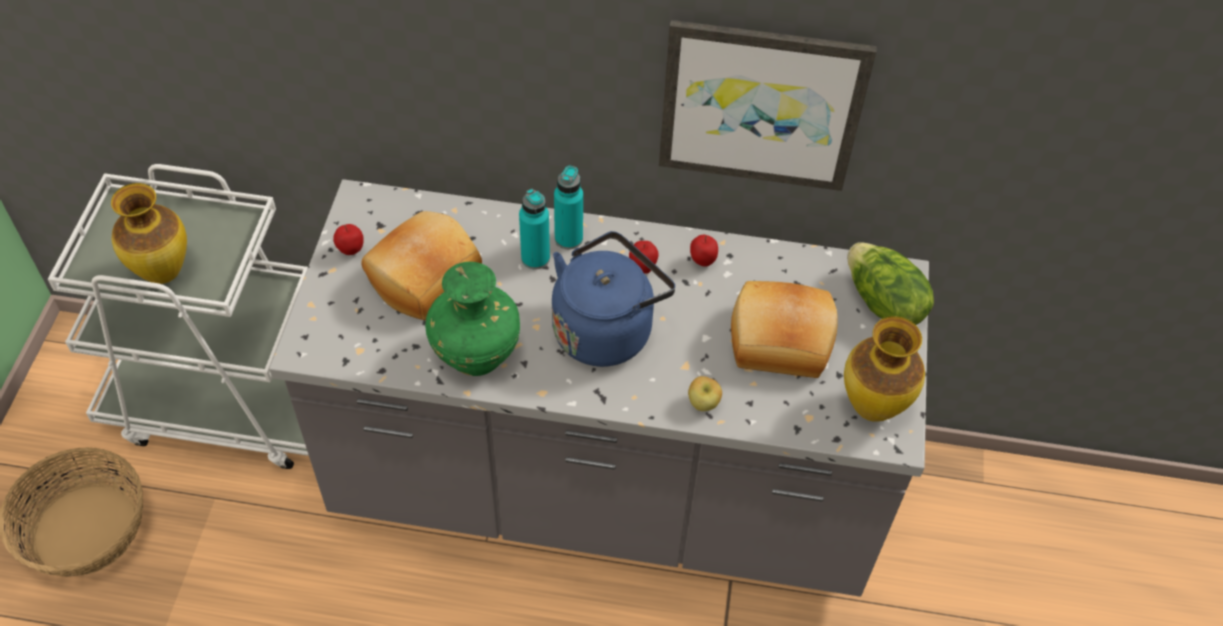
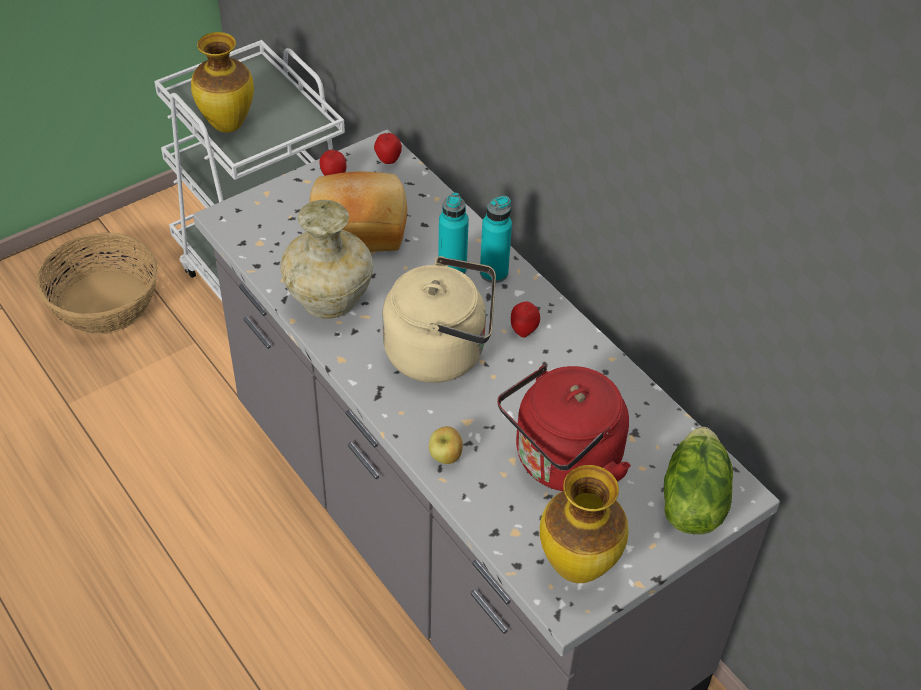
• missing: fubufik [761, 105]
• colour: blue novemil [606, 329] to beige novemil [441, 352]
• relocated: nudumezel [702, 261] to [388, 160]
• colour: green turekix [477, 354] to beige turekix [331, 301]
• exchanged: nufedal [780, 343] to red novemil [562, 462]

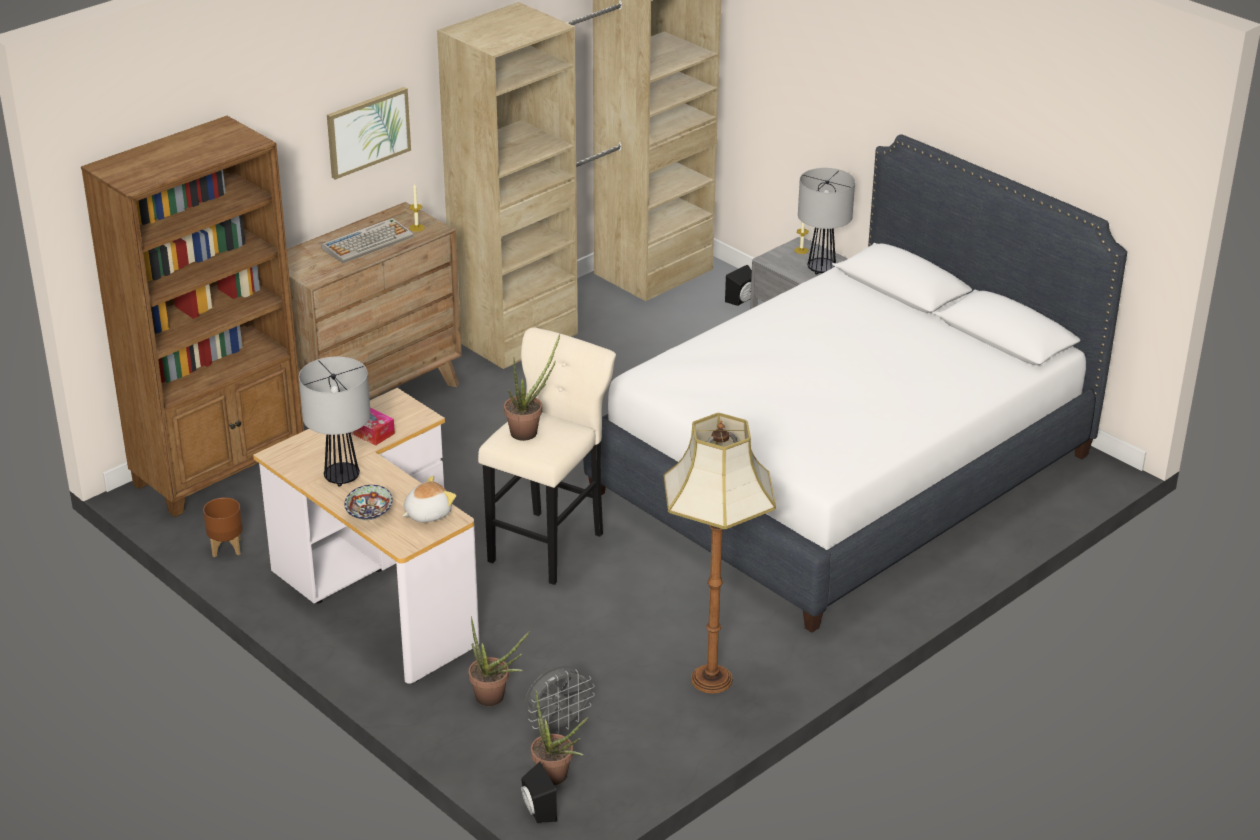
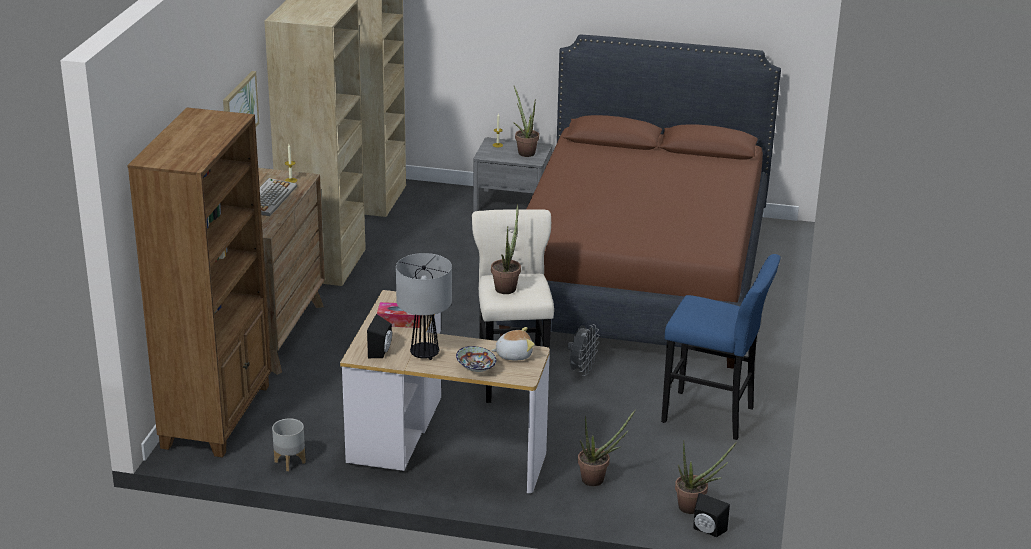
• colour: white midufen [845, 474] to brown midufen [639, 276]
• exchanged: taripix [822, 269] to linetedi [524, 152]
• relocated: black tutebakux [742, 300] to [381, 351]
• exchanged: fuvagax [713, 680] to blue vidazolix [712, 416]
• spun: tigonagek [427, 513] = [513, 354] 60 degrees clockwise
• colour: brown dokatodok [226, 547] to grey dokatodok [289, 462]
• relocated: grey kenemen [558, 725] to [581, 370]

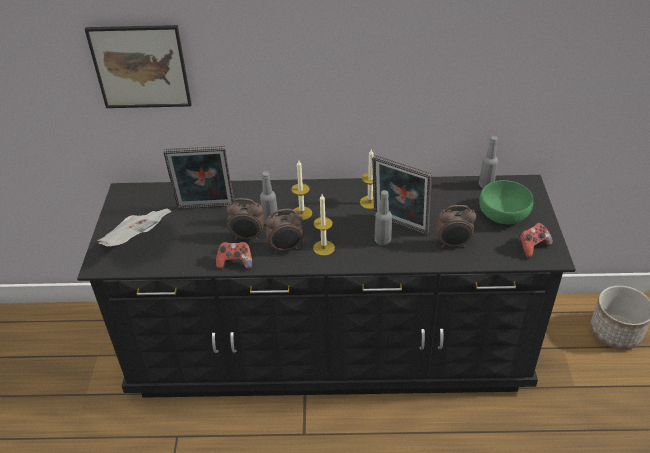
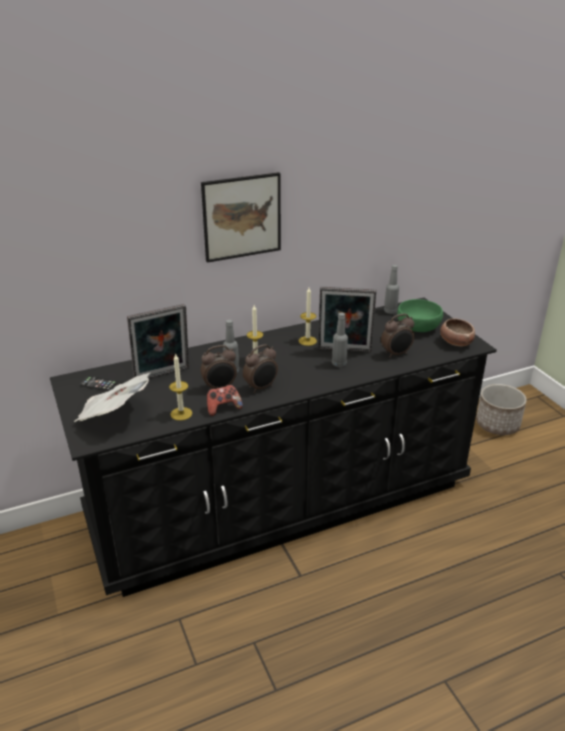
• relocated: fubufik [140, 67] to [242, 217]
• relocated: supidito [323, 248] to [181, 414]
• exchanged: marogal [532, 247] to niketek [455, 342]
• appeared: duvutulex [99, 384]

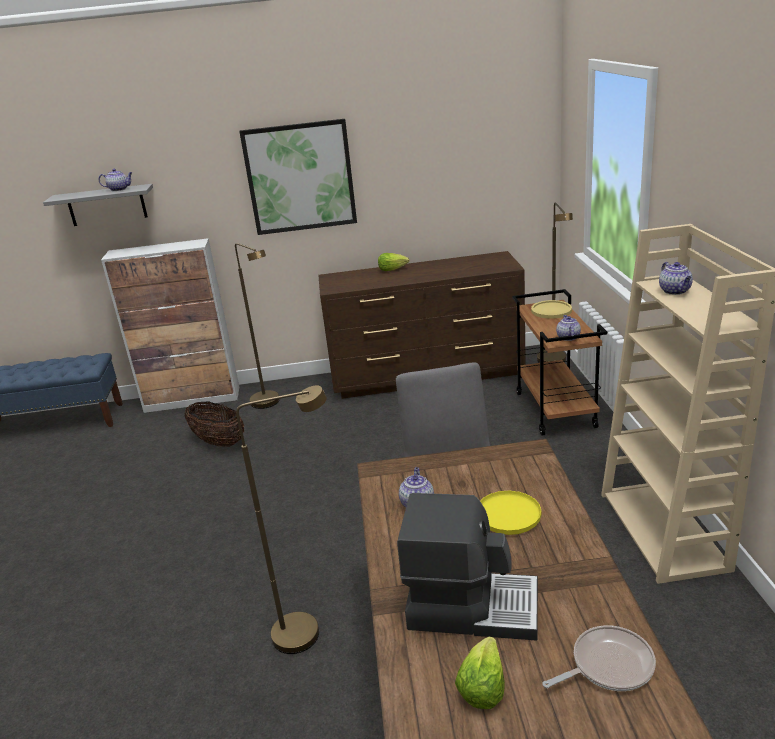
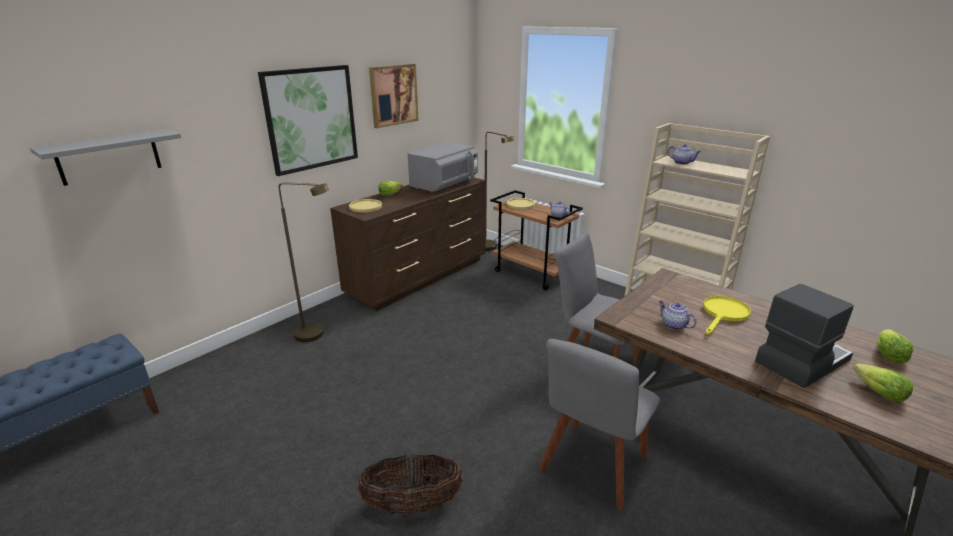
• missing: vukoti [119, 189]
• missing: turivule [193, 399]
• exchanged: brown fuvagax [309, 630] to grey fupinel [592, 466]
• relocated: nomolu [218, 442] to [412, 504]
• exchanged: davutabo [608, 665] to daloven [887, 354]
• appeared: fubufik [393, 95]
• appeared: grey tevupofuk [444, 185]
• appeared: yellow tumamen [365, 206]

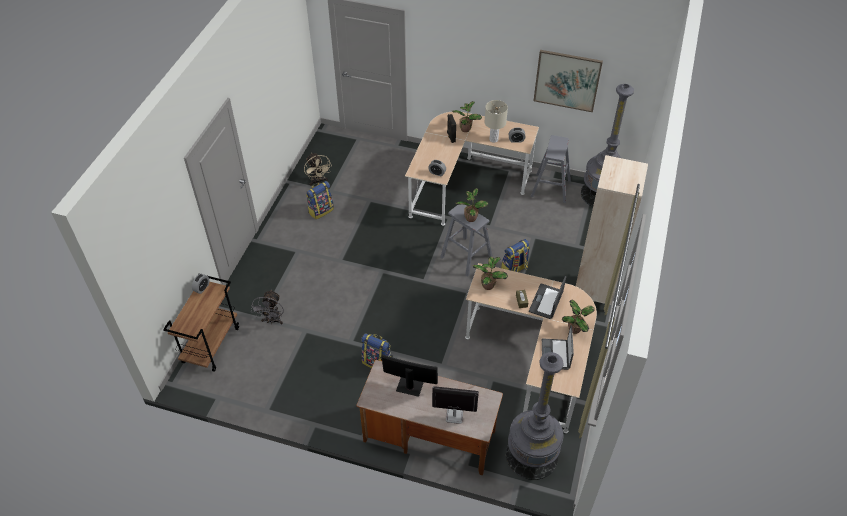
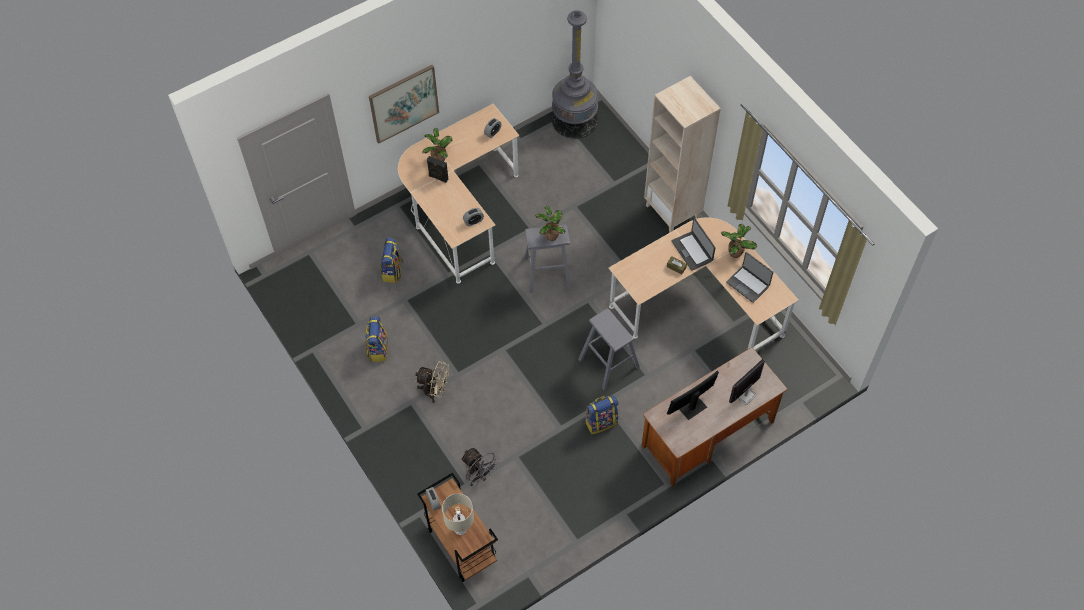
• relocated: fubufik [567, 80] to [404, 103]
• relocated: beige taripix [493, 139] to [460, 529]
• relocated: grey vidazolix [550, 188] to [608, 363]
• relocated: beige kenemen [318, 181] to [435, 391]
• relocated: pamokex [514, 269] to [392, 271]
• missing: linetedi [488, 285]
• missing: grey fuvagax [531, 455]

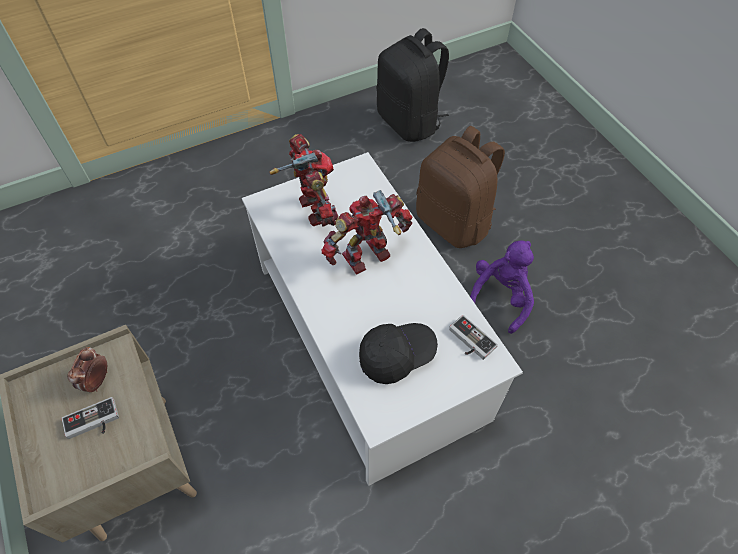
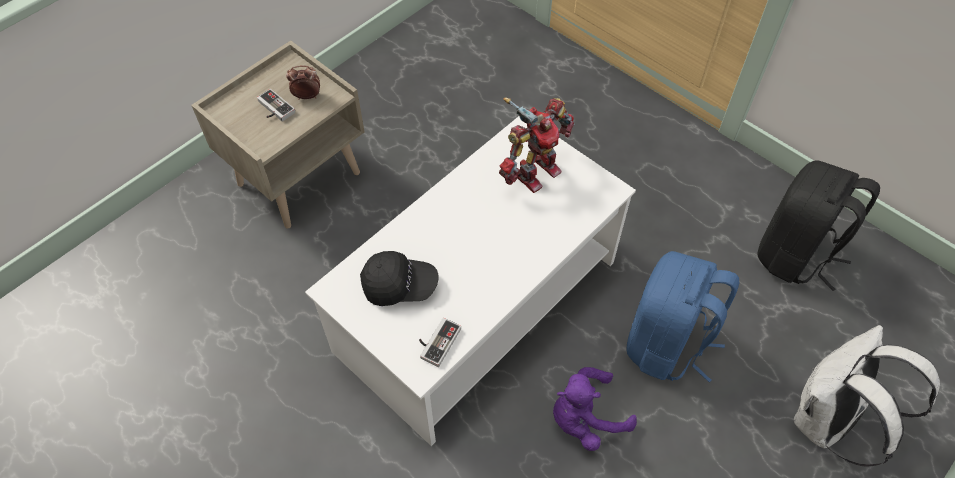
• colour: brown pamokex [454, 222] to blue pamokex [667, 344]
• missing: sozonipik [368, 258]
• spun: purple tigonagek [500, 297] = [585, 418] 150 degrees clockwise
• spun: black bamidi [396, 355] = [399, 285] 45 degrees counterclockwise
• appeared: white pamokex [827, 422]

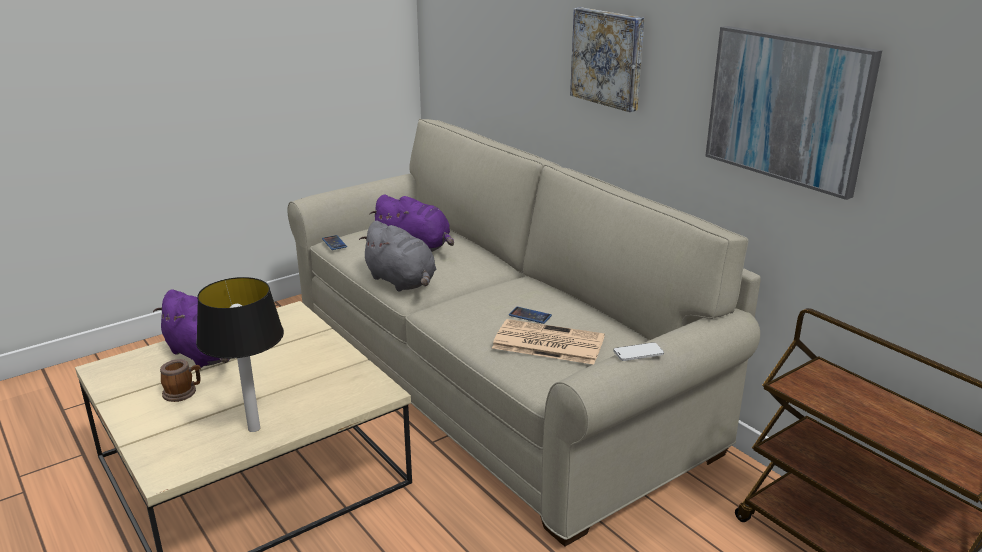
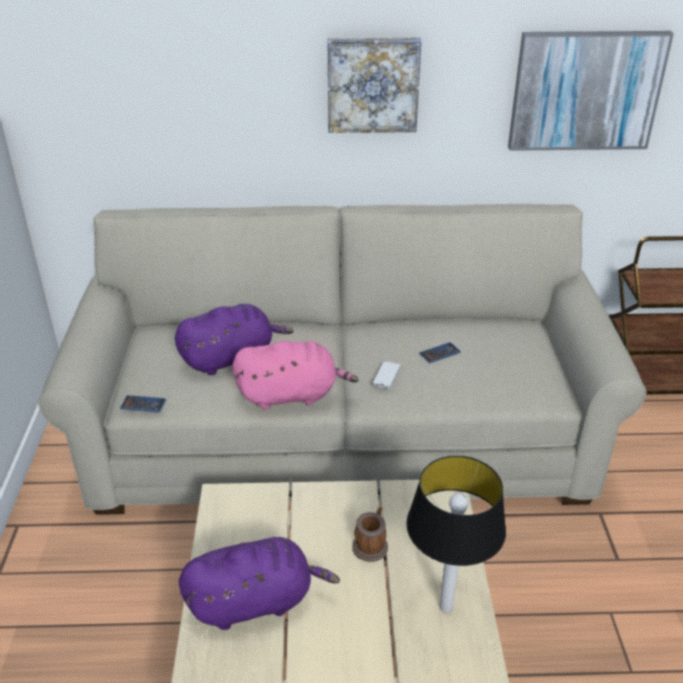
• colour: grey tigonagek [402, 282] to pink tigonagek [291, 395]
• missing: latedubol [546, 343]
• relocated: duvutulex [638, 353] to [386, 376]
• relocated: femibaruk [183, 392] to [371, 544]

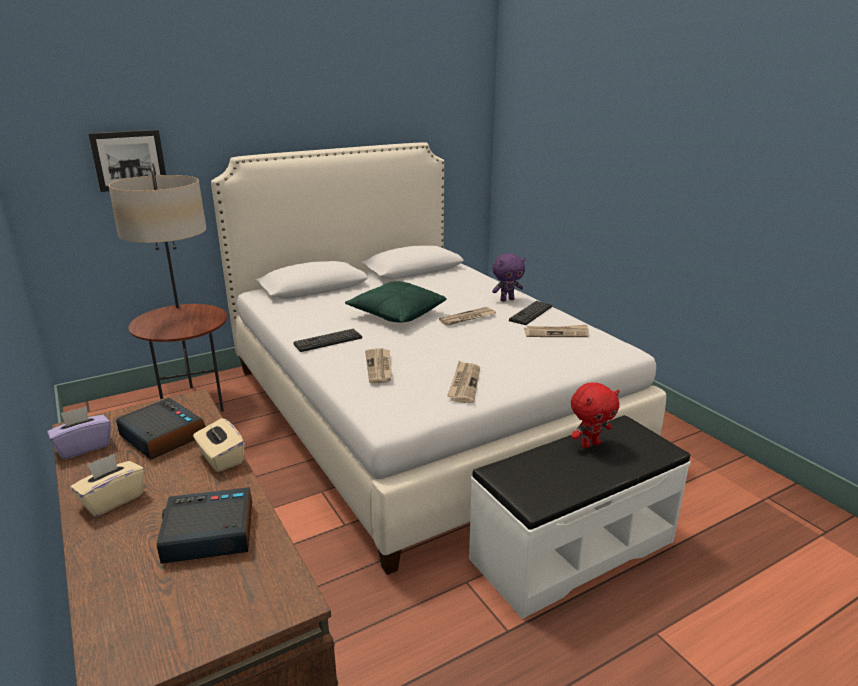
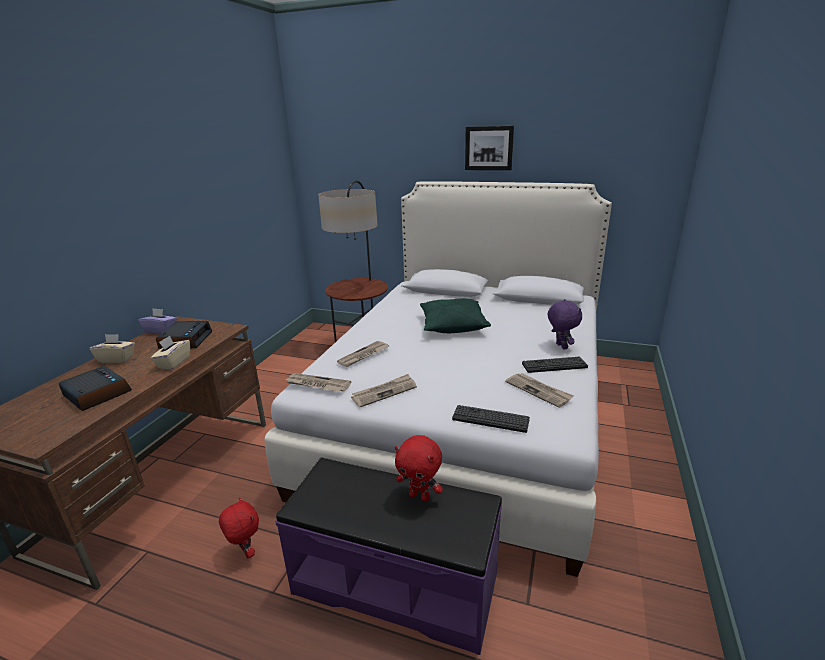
• relocated: fubufik [129, 160] to [489, 148]
• spun: purple tigonagek [507, 299] = [560, 346] 135 degrees counterclockwise
• relocated: latedubol [467, 318] to [317, 384]
• relocated: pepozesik [328, 341] to [490, 419]
• colour: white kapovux [571, 549] to purple kapovux [395, 582]
• appeared: red tigonagek [246, 552]

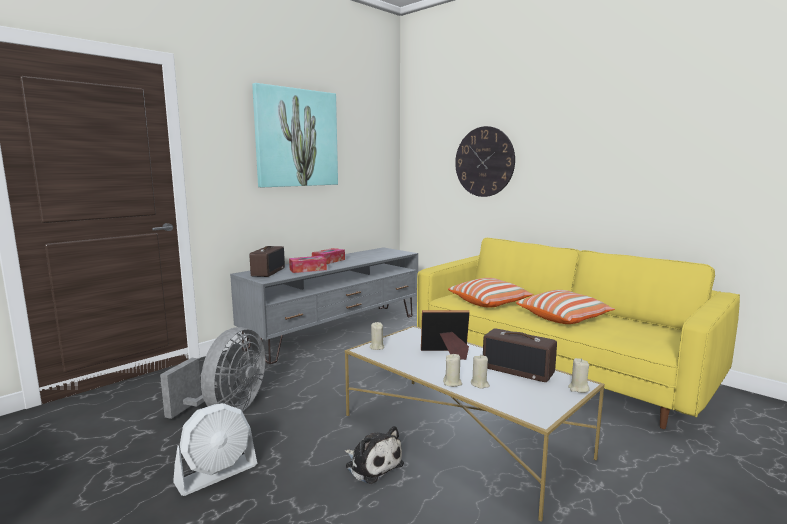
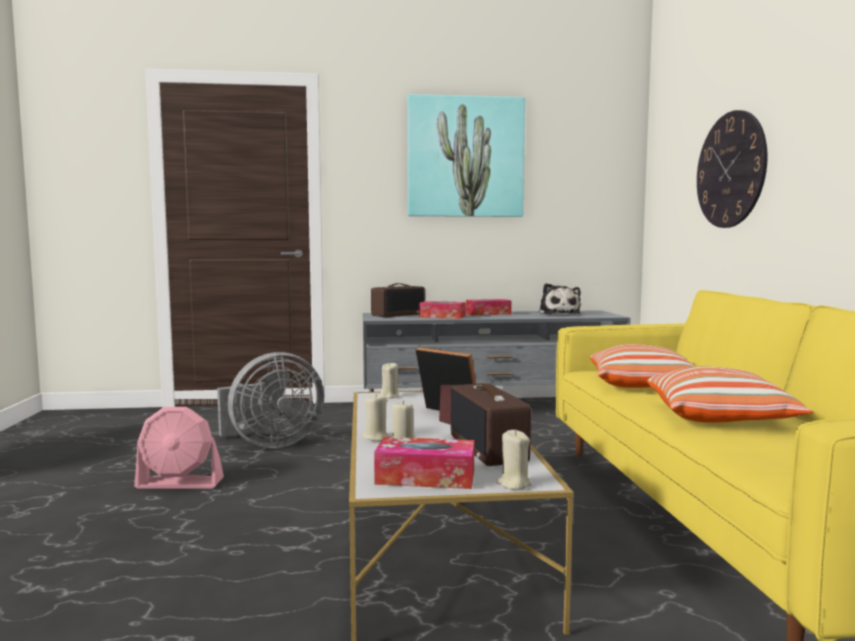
• colour: white kenemen [217, 474] to pink kenemen [180, 483]
• relocated: tigonagek [372, 464] to [558, 313]
• appeared: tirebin [425, 477]

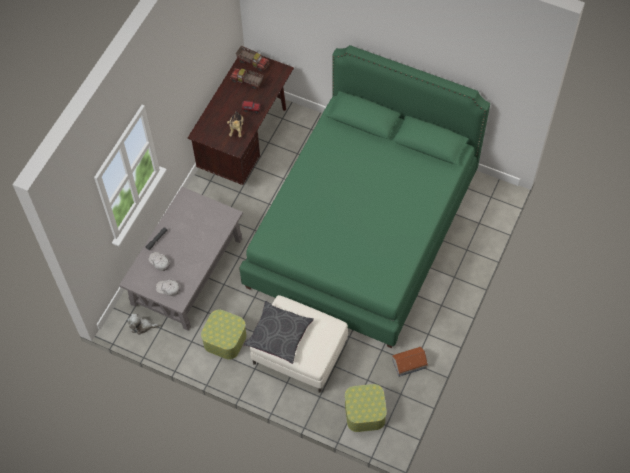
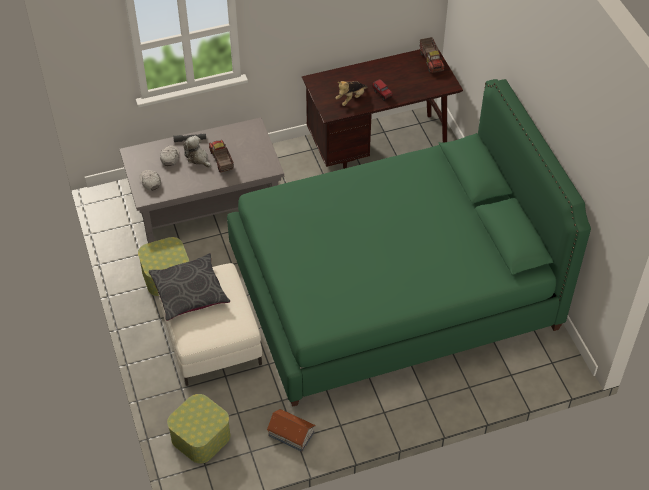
• relocated: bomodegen [247, 81] to [221, 161]
• relocated: tigonagek [142, 326] to [198, 158]

